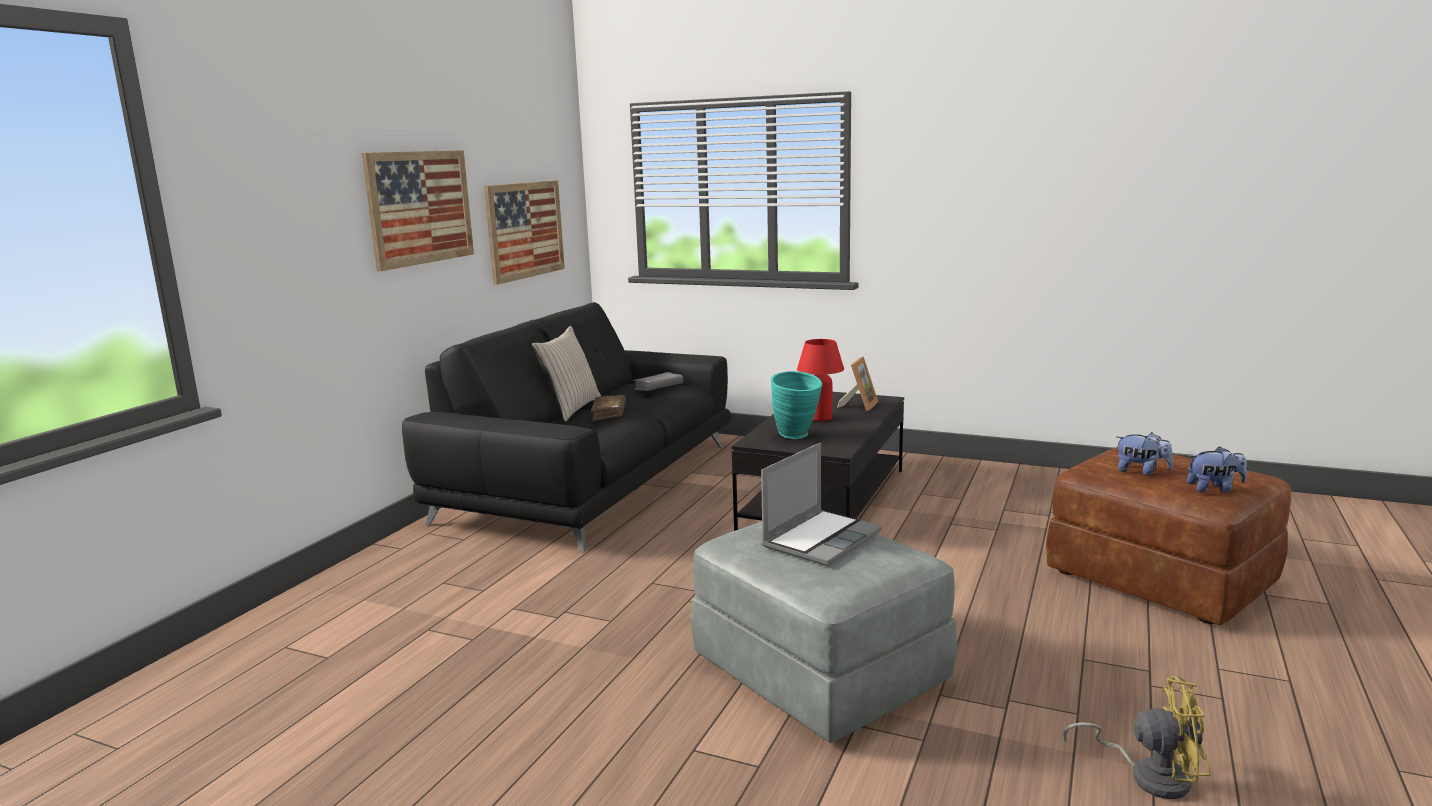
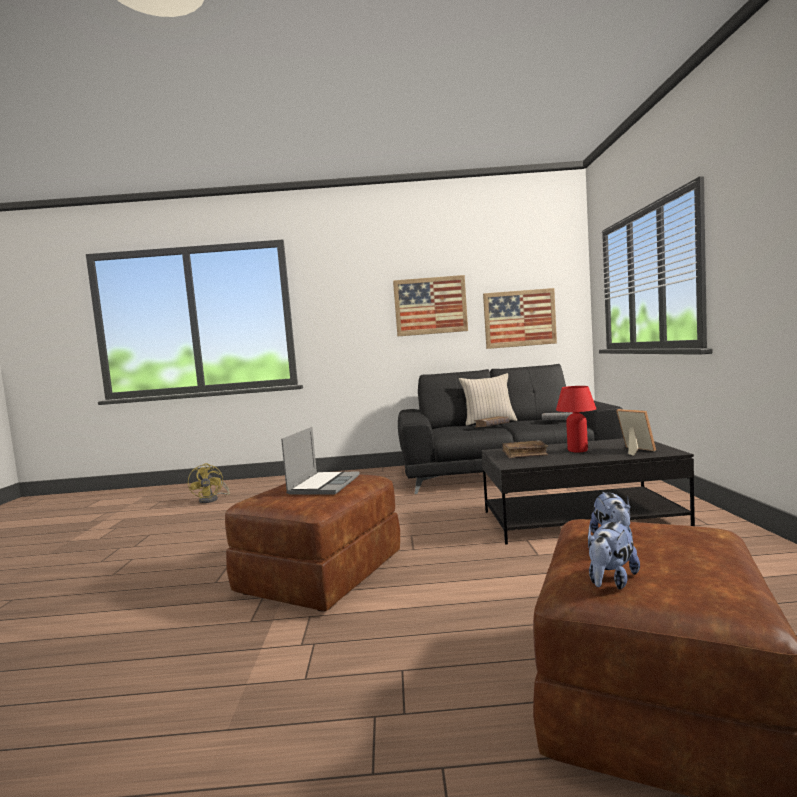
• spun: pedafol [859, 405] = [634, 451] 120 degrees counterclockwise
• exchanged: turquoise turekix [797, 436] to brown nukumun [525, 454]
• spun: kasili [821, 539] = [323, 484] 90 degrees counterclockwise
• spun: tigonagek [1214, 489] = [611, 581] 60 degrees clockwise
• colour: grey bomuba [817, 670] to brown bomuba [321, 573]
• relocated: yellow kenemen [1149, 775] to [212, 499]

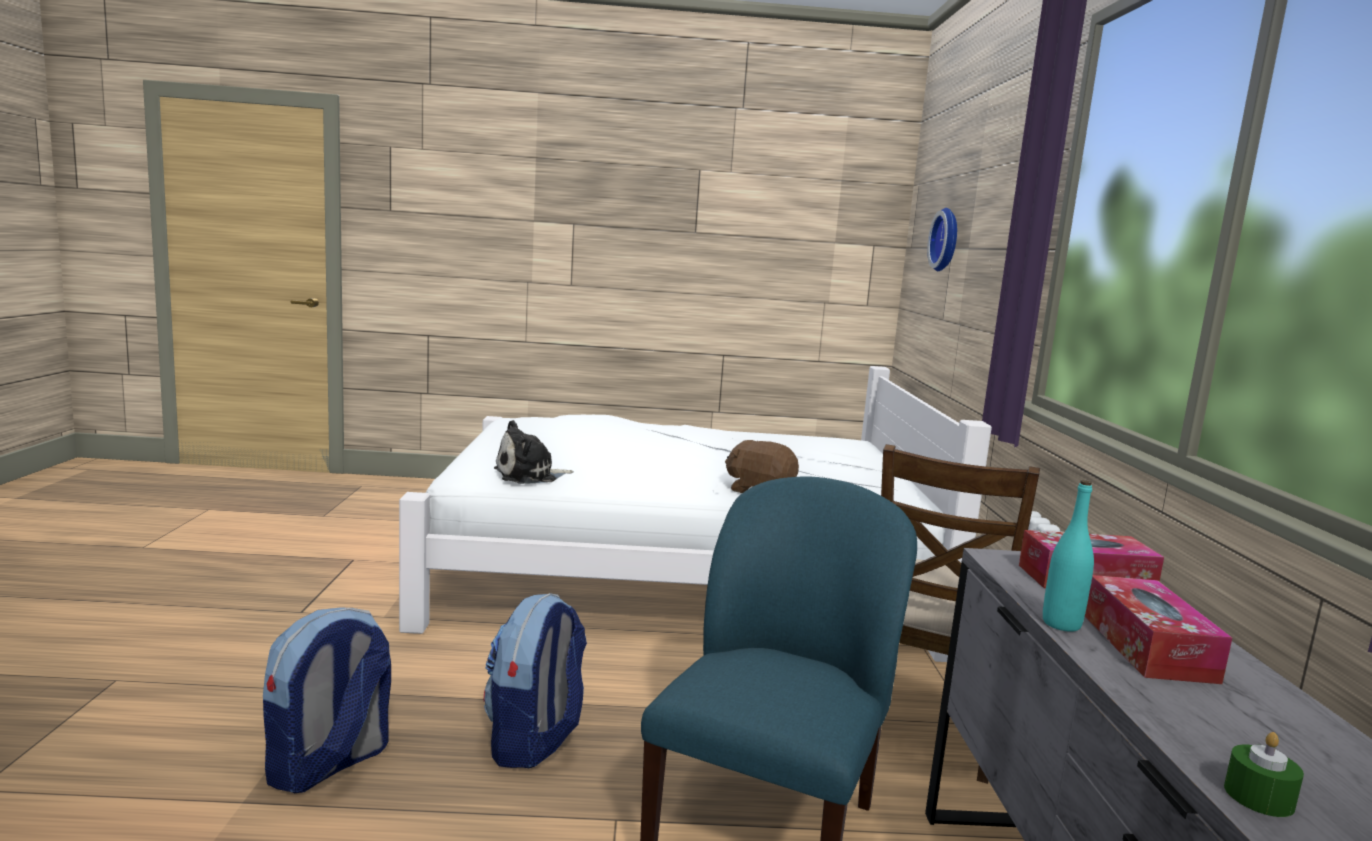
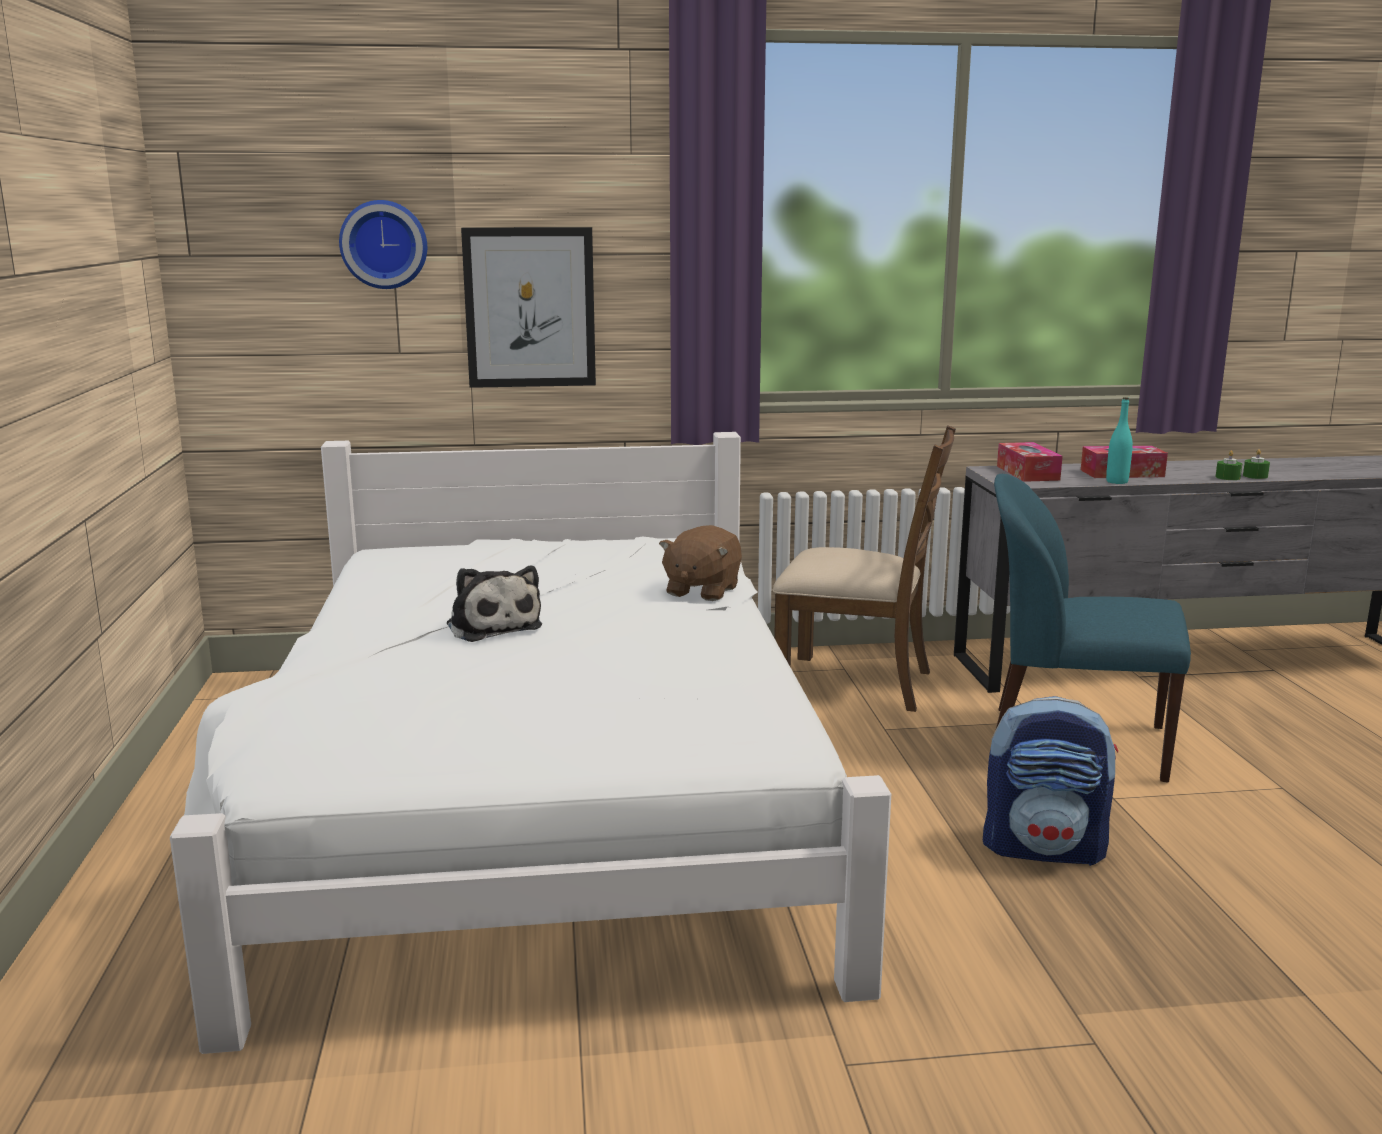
• relocated: tigonagek [529, 475] to [492, 626]
• missing: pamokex [329, 765]
• appeared: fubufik [530, 307]
• appeared: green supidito [1227, 477]

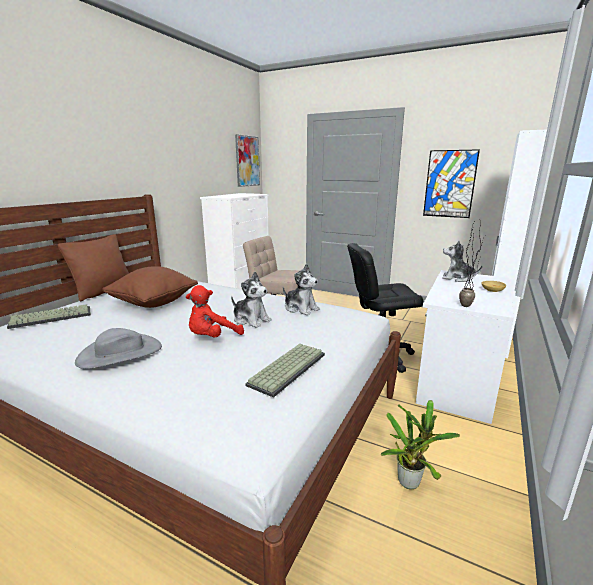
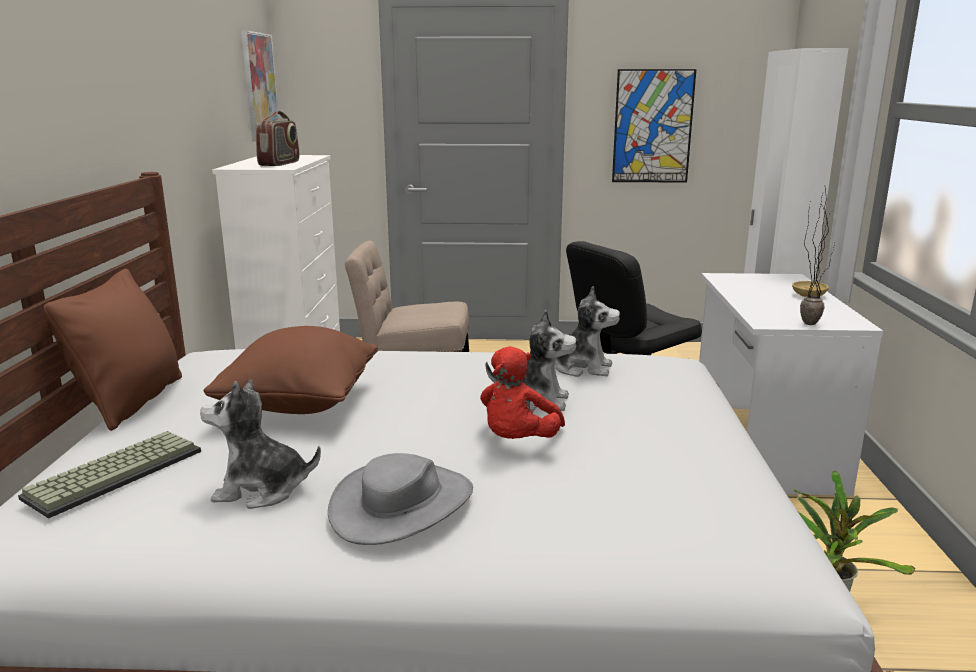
• relocated: tigonagek [457, 278] to [261, 490]
• missing: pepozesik [287, 368]
• appeared: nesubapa [280, 163]

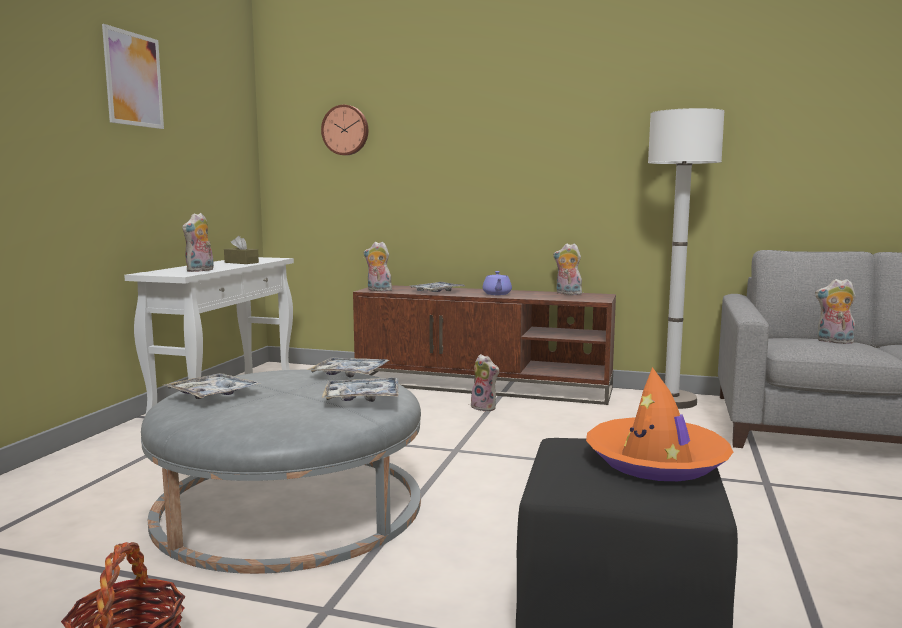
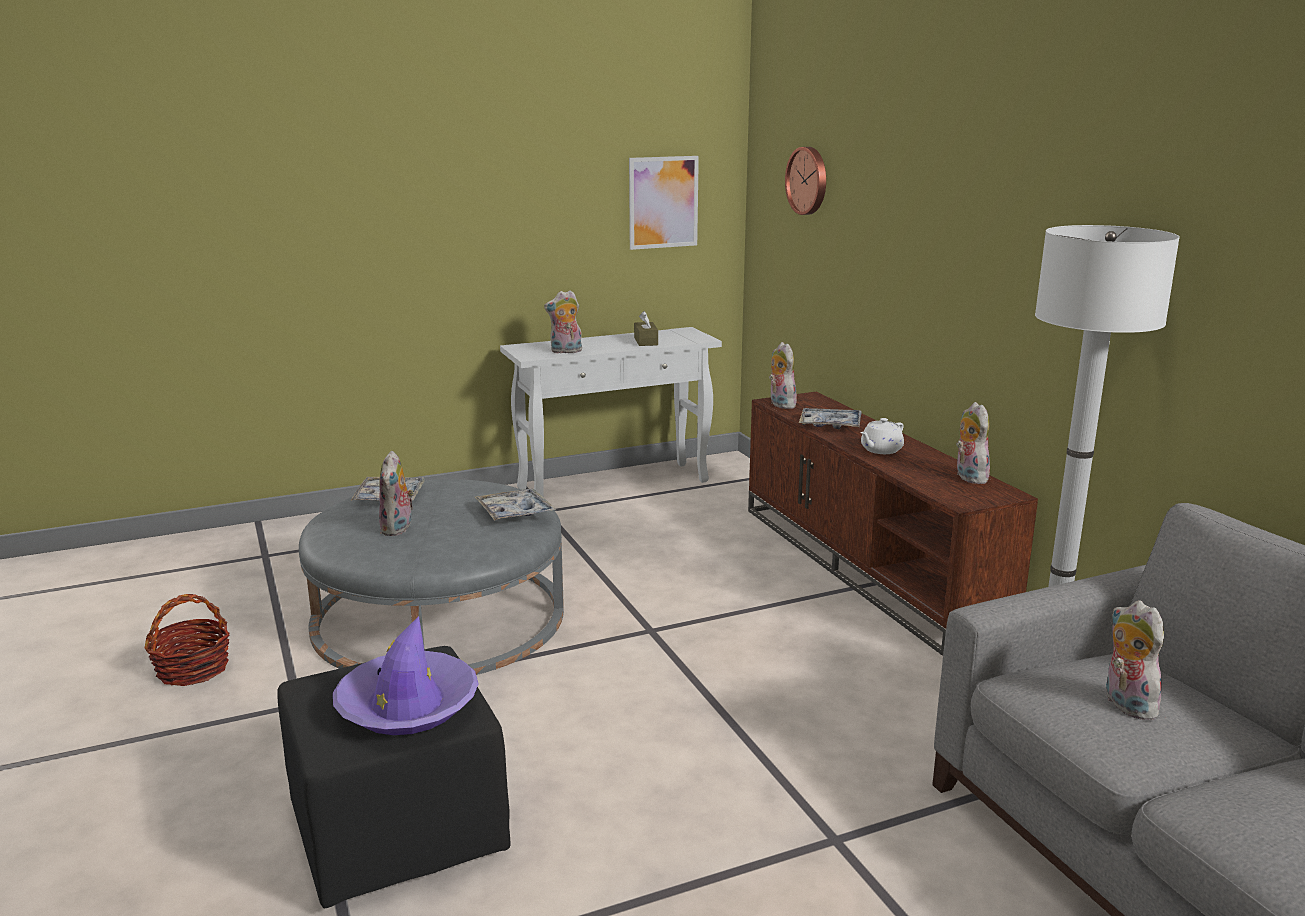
• relocated: fubufik [133, 79] to [663, 202]
• colour: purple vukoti [497, 294] to white vukoti [880, 450]
• relocated: tigonagek [485, 407] to [398, 529]
• colour: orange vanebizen [656, 461] to purple vanebizen [407, 706]
• missing: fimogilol [362, 398]

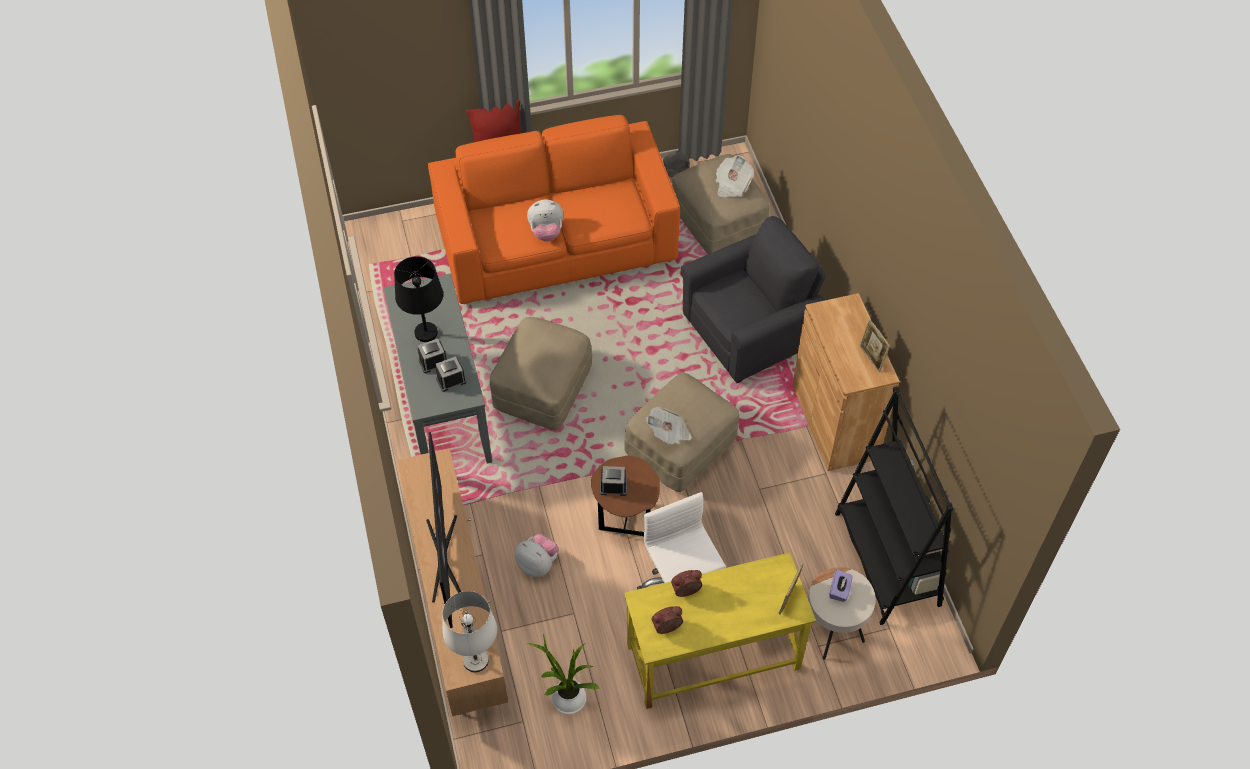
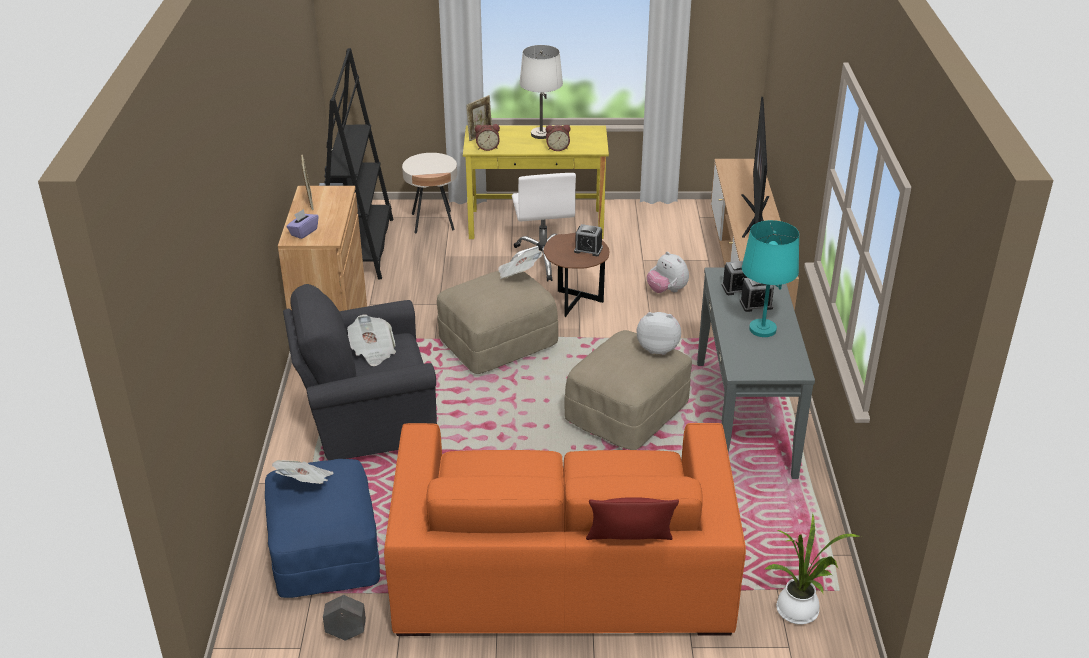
• colour: beige bomuba [719, 221] to blue bomuba [324, 553]
• relocated: tigonagek [546, 232] to [658, 348]
• colour: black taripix [426, 332] to turquoise taripix [762, 329]
• relocated: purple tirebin [839, 590] to [303, 232]
• relocated: white taripix [476, 660] to [540, 134]
• relocated: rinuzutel [667, 628] to [487, 147]
• relocated: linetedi [566, 697] to [800, 612]
• appeared: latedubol [372, 351]

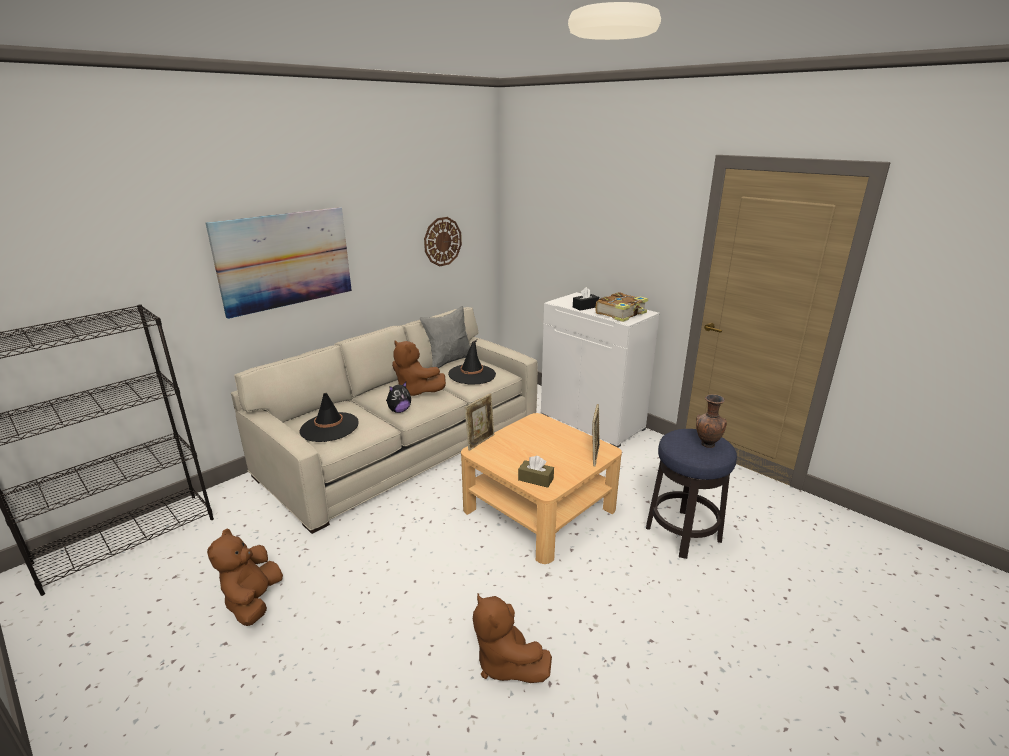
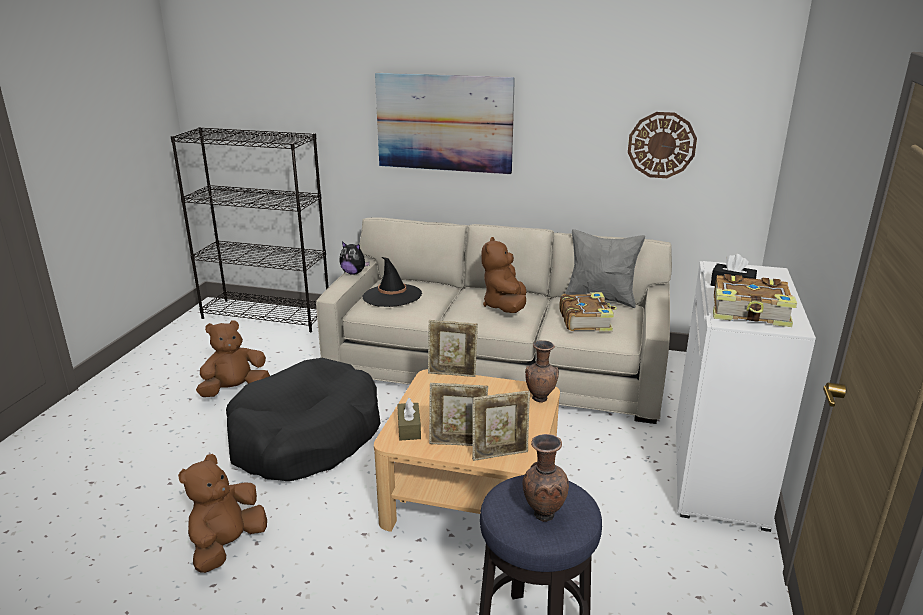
• exchanged: black vanebizen [472, 374] to nukumun [586, 320]
• relocated: tigonagek [399, 411] to [354, 273]
• appeared: brown turekix [540, 398]
• appeared: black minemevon [305, 437]
• appeared: pedafol [458, 443]

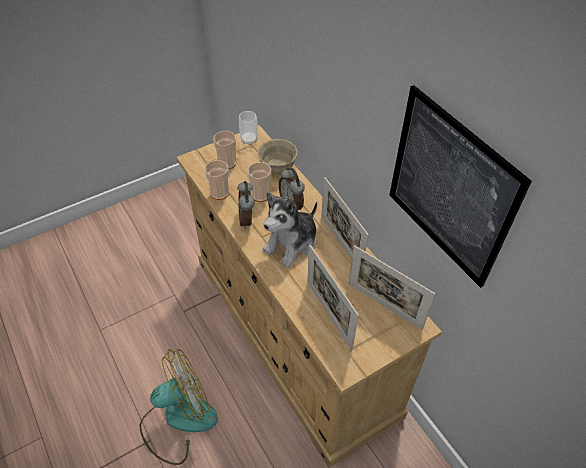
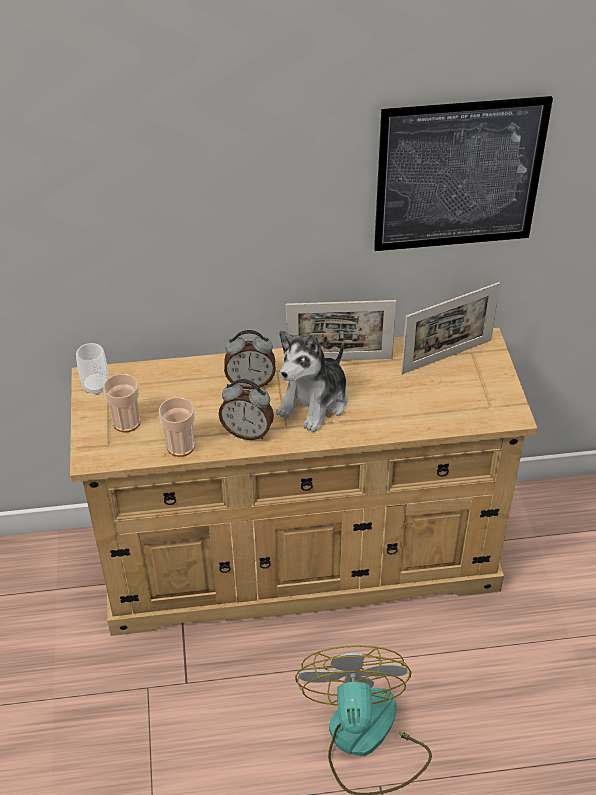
• missing: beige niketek [277, 168]
• missing: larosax [260, 195]
• spun: tigonagek [292, 244] = [314, 402] 60 degrees clockwise
• missing: pedafol [329, 314]

